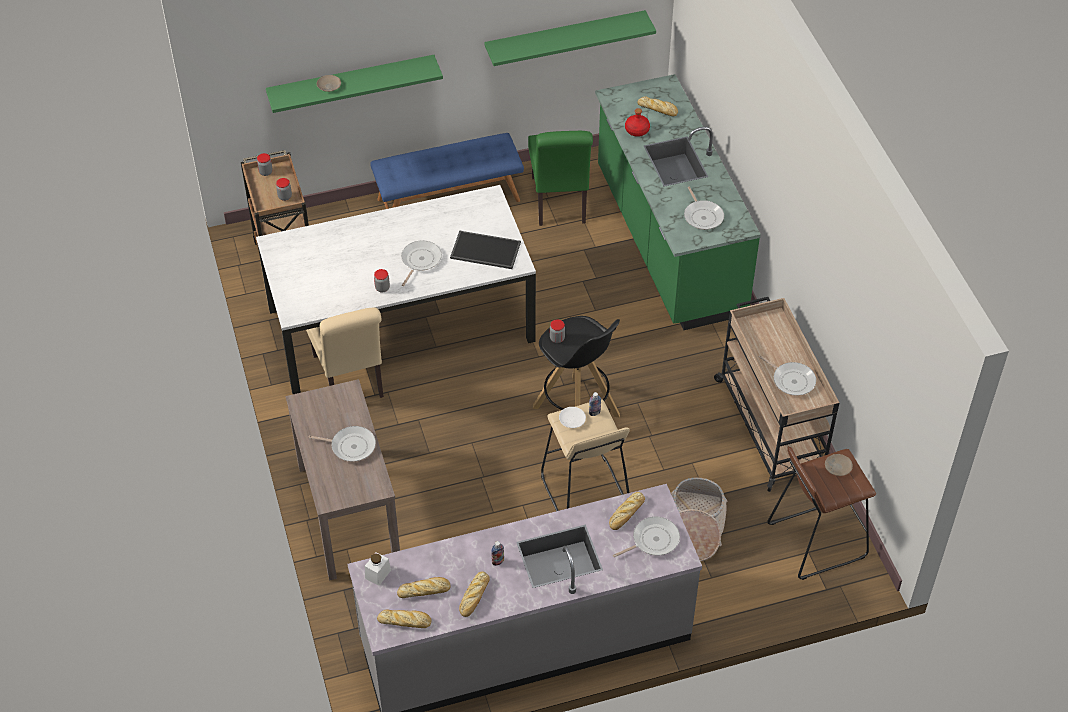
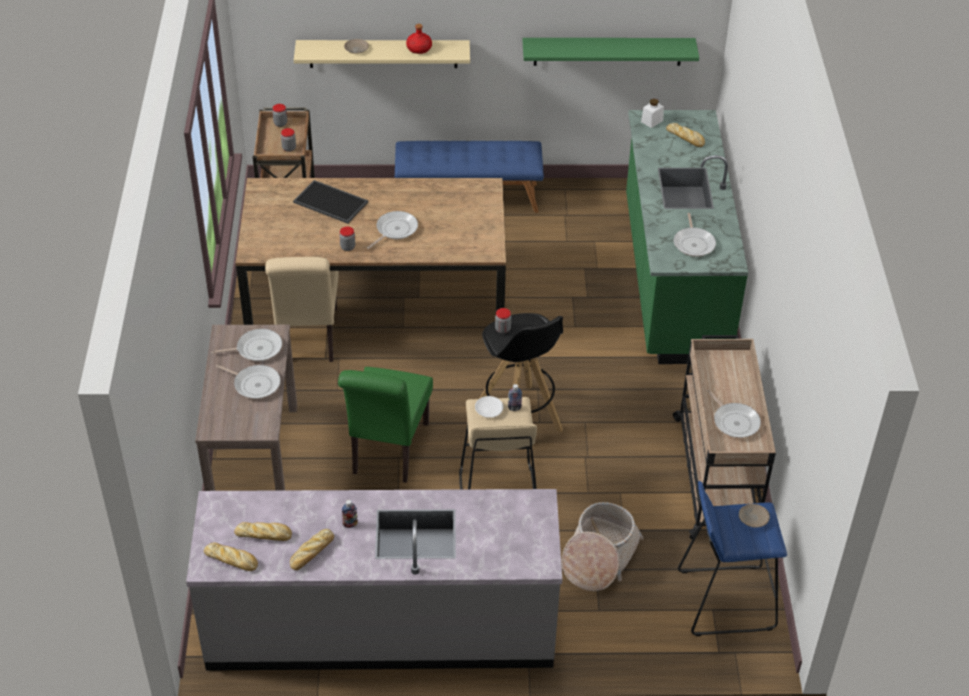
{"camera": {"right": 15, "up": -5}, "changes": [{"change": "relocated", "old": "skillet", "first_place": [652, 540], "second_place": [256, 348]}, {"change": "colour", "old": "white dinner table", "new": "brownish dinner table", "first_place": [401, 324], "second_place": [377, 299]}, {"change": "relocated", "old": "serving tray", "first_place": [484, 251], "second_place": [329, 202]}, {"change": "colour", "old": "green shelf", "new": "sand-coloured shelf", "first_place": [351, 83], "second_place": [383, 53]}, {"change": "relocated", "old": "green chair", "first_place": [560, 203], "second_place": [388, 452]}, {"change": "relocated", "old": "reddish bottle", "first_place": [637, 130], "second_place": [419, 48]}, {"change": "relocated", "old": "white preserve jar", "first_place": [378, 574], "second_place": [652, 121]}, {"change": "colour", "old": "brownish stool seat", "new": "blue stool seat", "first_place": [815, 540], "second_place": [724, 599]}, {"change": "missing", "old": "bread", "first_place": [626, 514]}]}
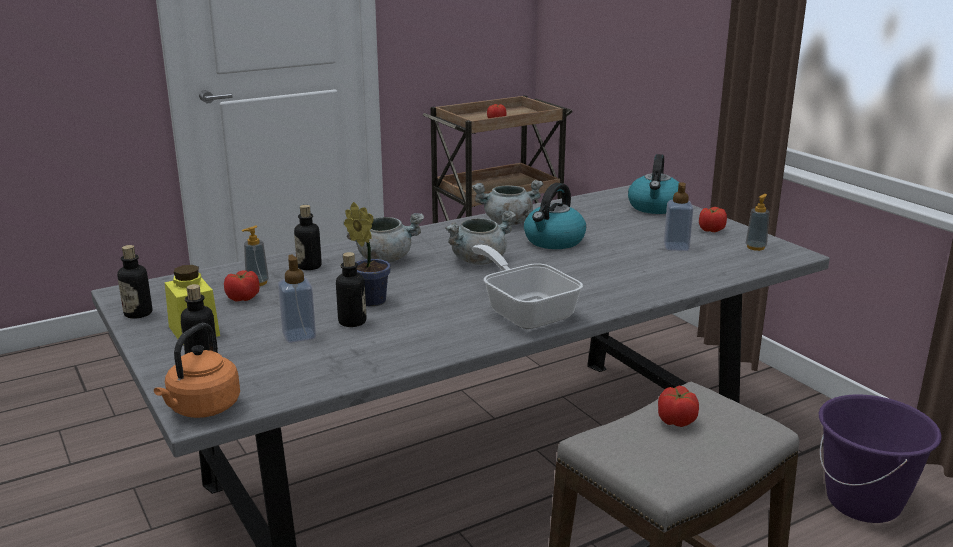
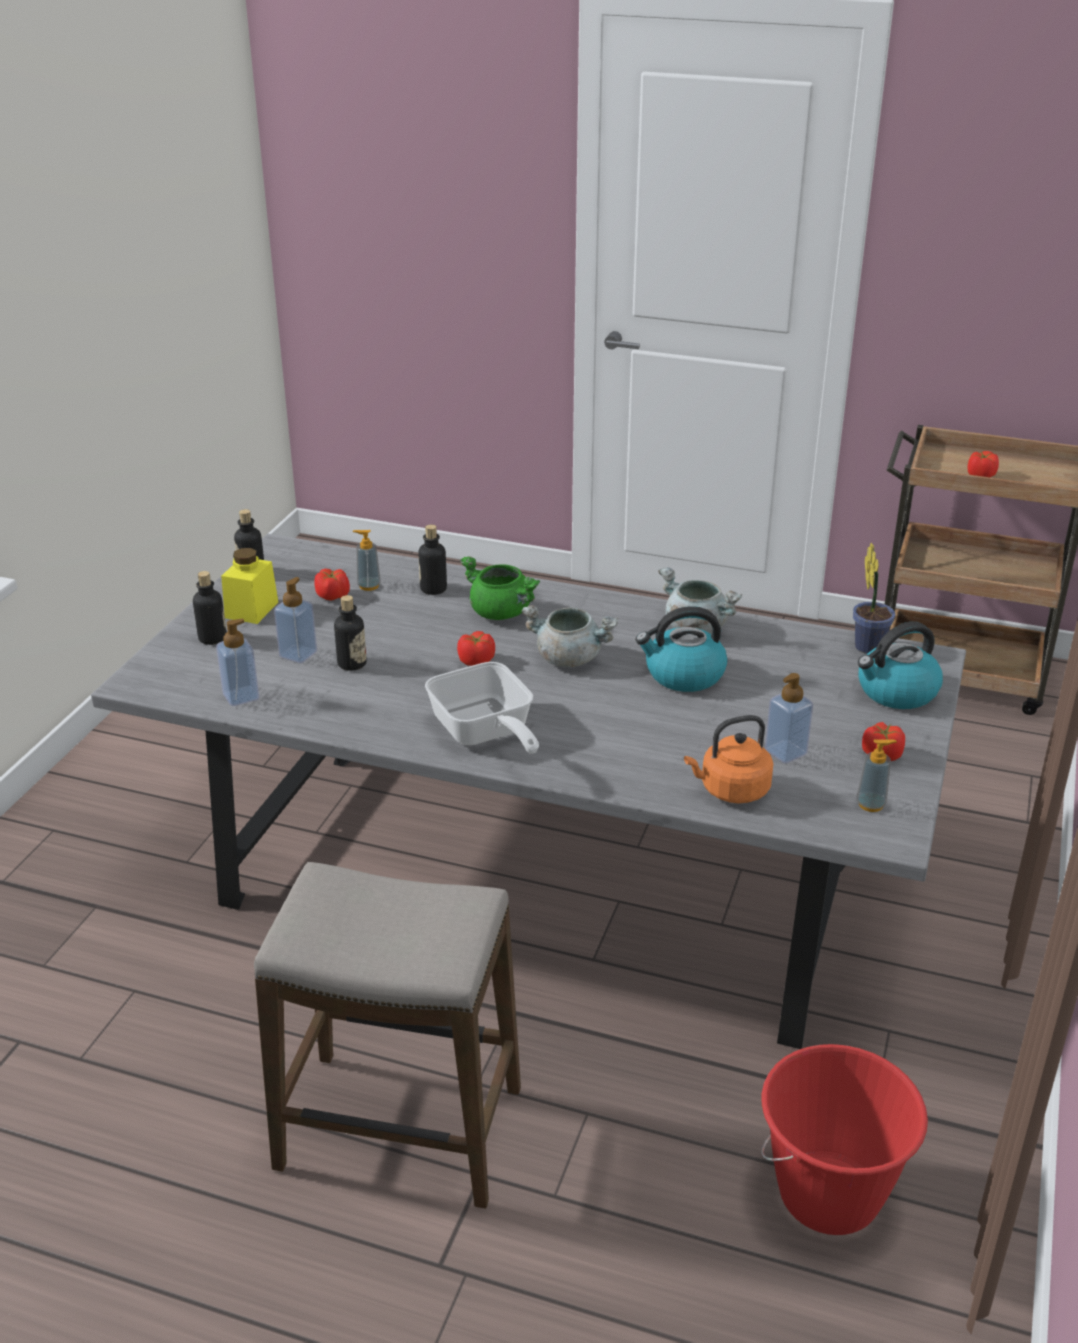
{"camera": {"right": 50, "up": 10}, "changes": [{"change": "appeared", "new": "soap dispenser", "second_place": [241, 696]}, {"change": "spun", "old": "skillet", "first_place": [525, 311], "second_place": [484, 734], "degrees": 135}, {"change": "relocated", "old": "fresh tomato", "first_place": [676, 420], "second_place": [476, 661]}, {"change": "colour", "old": "greyish cooking pot", "new": "green cooking pot", "first_place": [385, 259], "second_place": [501, 613]}, {"change": "relocated", "old": "orangey kettle", "first_place": [202, 409], "second_place": [731, 790]}, {"change": "colour", "old": "purplish water bucket", "new": "reddish water bucket", "first_place": [864, 502], "second_place": [829, 1195]}, {"change": "relocated", "old": "potted plant", "first_place": [370, 300], "second_place": [868, 645]}]}
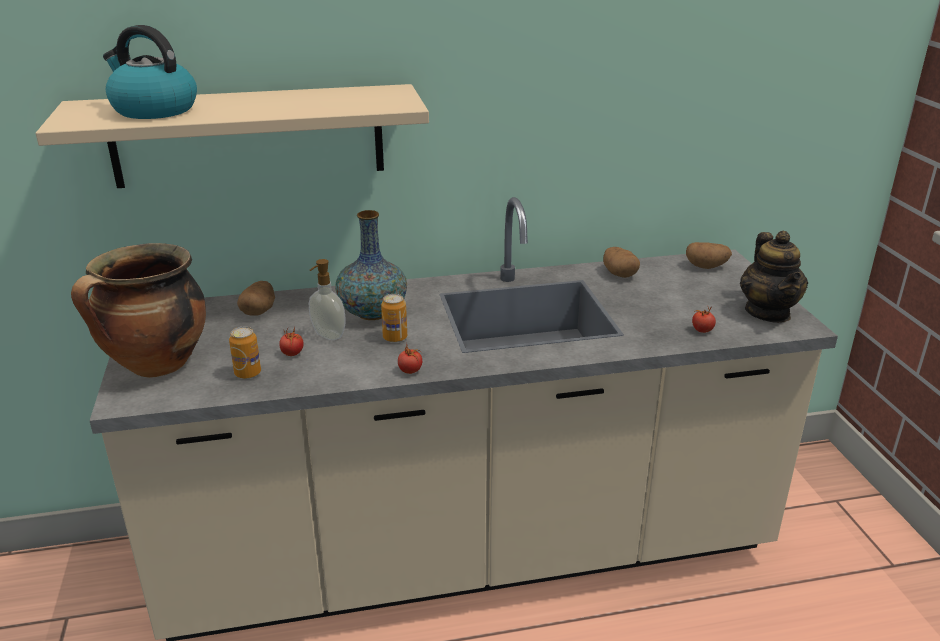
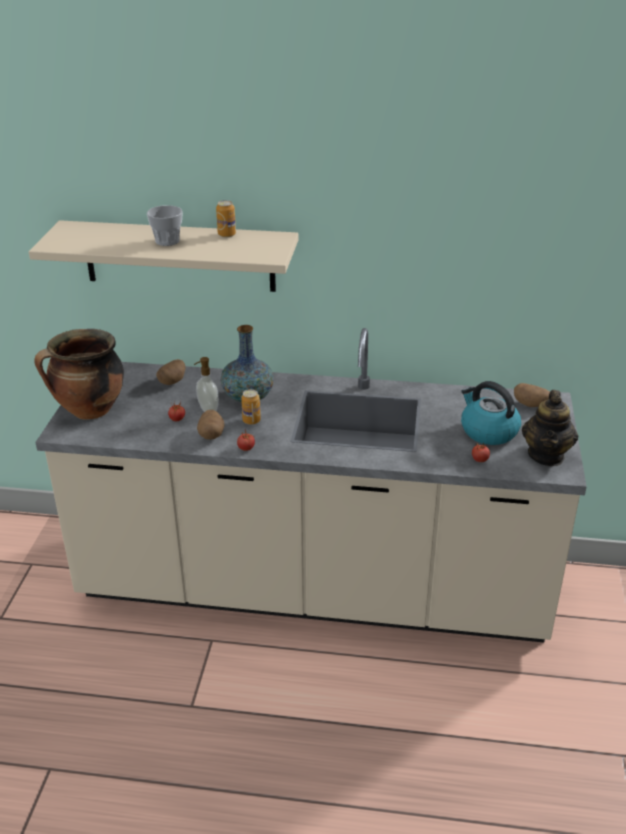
{"camera": {"right": 20, "up": 5}, "changes": [{"change": "appeared", "new": "small cup", "second_place": [167, 241]}, {"change": "relocated", "old": "spud", "first_place": [619, 274], "second_place": [211, 434]}, {"change": "relocated", "old": "sealed can", "first_place": [248, 373], "second_place": [226, 234]}, {"change": "relocated", "old": "kettle", "first_place": [153, 110], "second_place": [488, 431]}]}
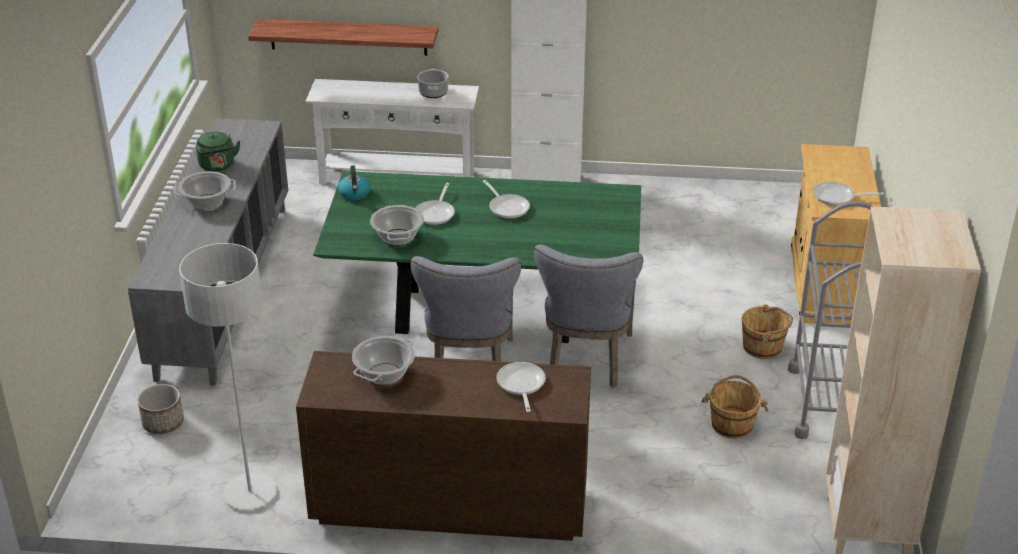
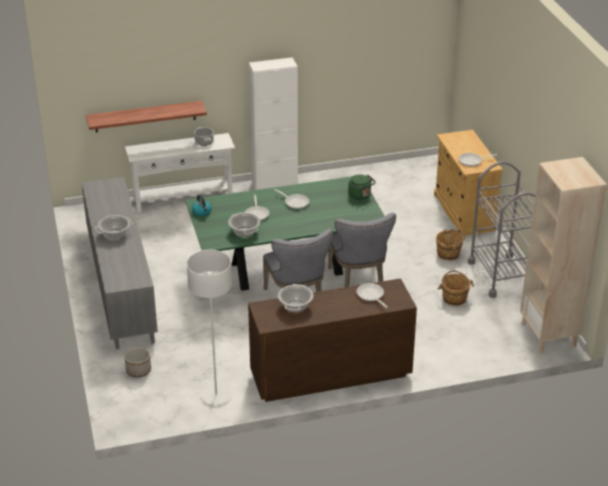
{"camera": {"right": -20, "up": 0}, "changes": [{"change": "relocated", "old": "green kettle", "first_place": [218, 166], "second_place": [360, 195]}]}
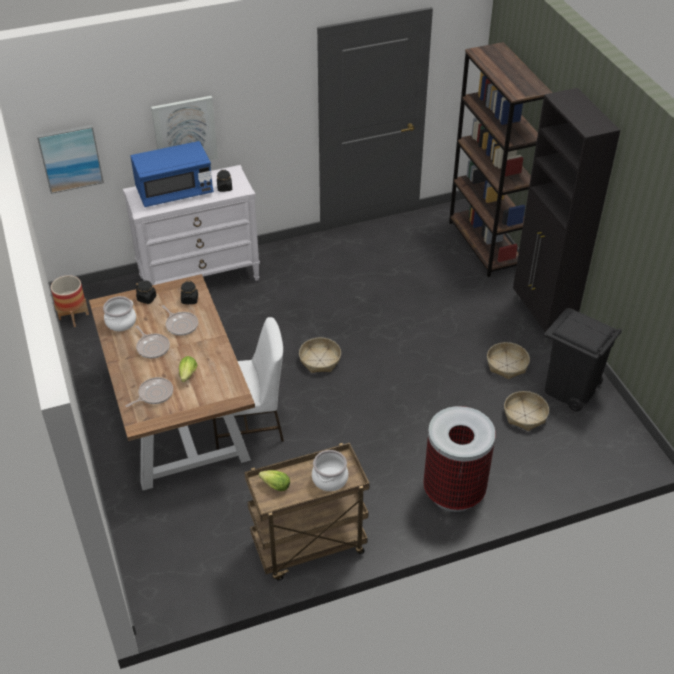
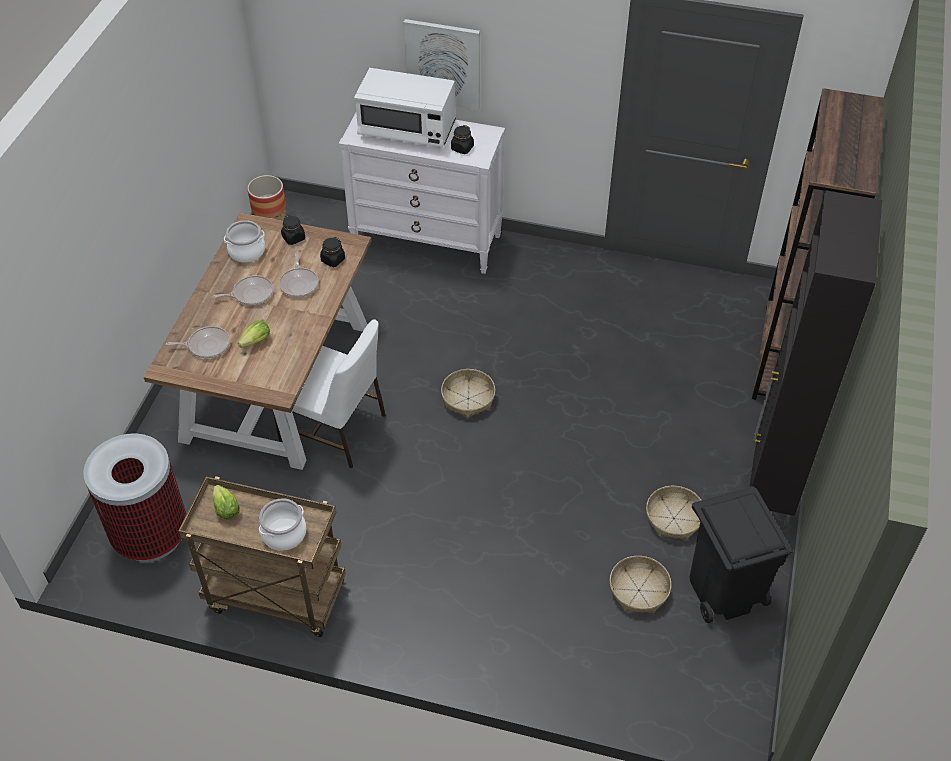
{"camera": {"right": 35, "up": 5}, "changes": [{"change": "relocated", "old": "rubbish bin", "first_place": [453, 491], "second_place": [150, 535]}, {"change": "spun", "old": "skillet", "first_place": [152, 347], "second_place": [251, 294], "degrees": -105}, {"change": "colour", "old": "blue microwave oven", "new": "white microwave oven", "first_place": [175, 192], "second_place": [407, 130]}, {"change": "missing", "old": "picture", "first_place": [70, 158]}]}
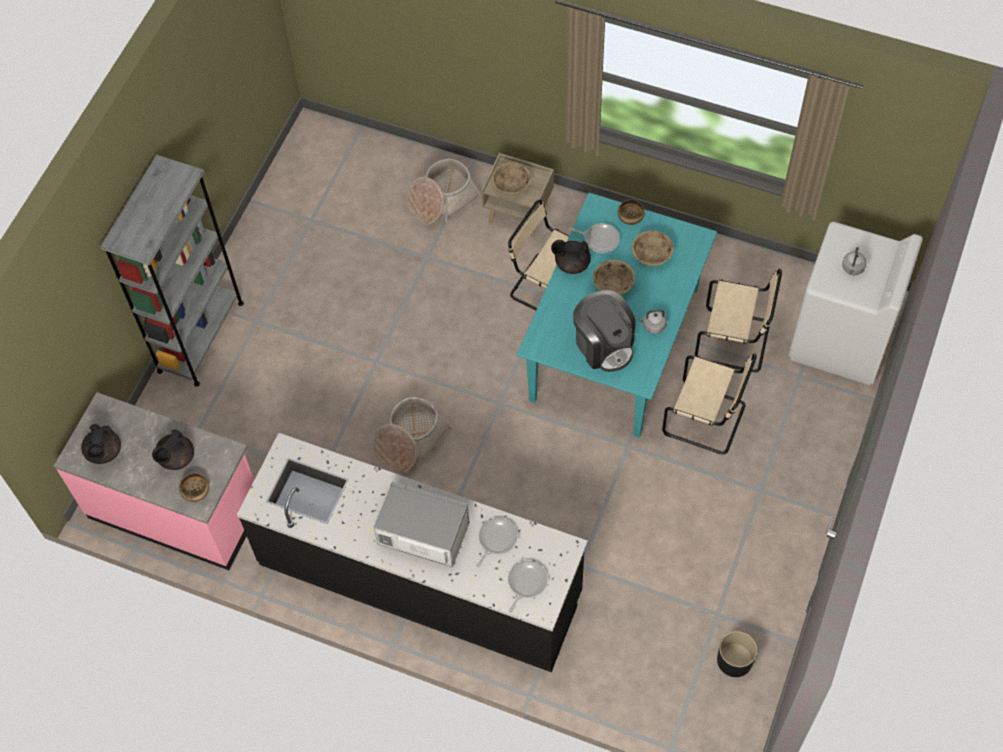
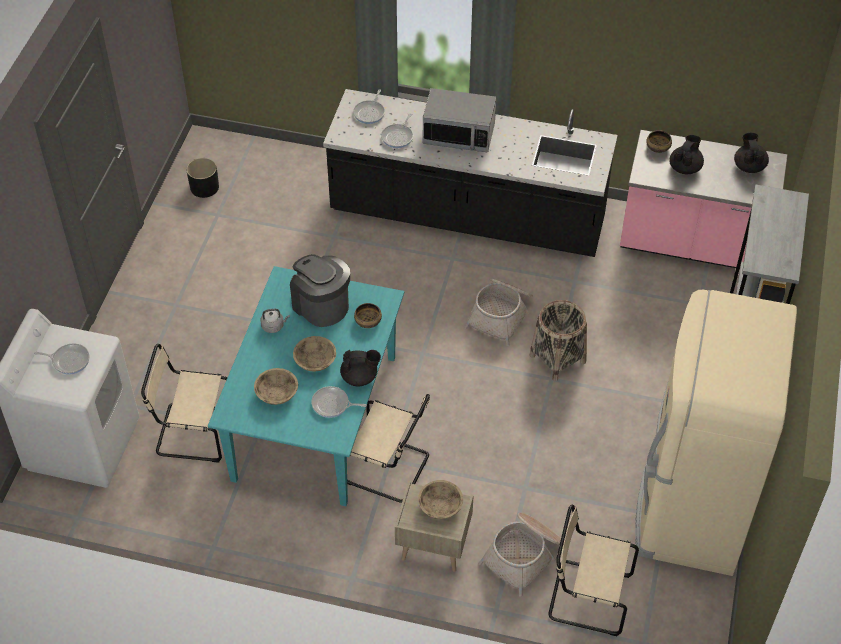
{"camera": {"right": 170, "up": -10}, "changes": [{"change": "exchanged", "old": "greyish kettle", "new": "skillet", "first_place": [852, 269], "second_place": [69, 360]}, {"change": "relocated", "old": "deep dish", "first_place": [630, 216], "second_place": [368, 321]}, {"change": "appeared", "new": "basket", "second_place": [557, 358]}, {"change": "relocated", "old": "sand-coloured chair", "first_place": [707, 419], "second_place": [586, 596]}, {"change": "appeared", "new": "sand-coloured refrigerator", "second_place": [690, 507]}]}
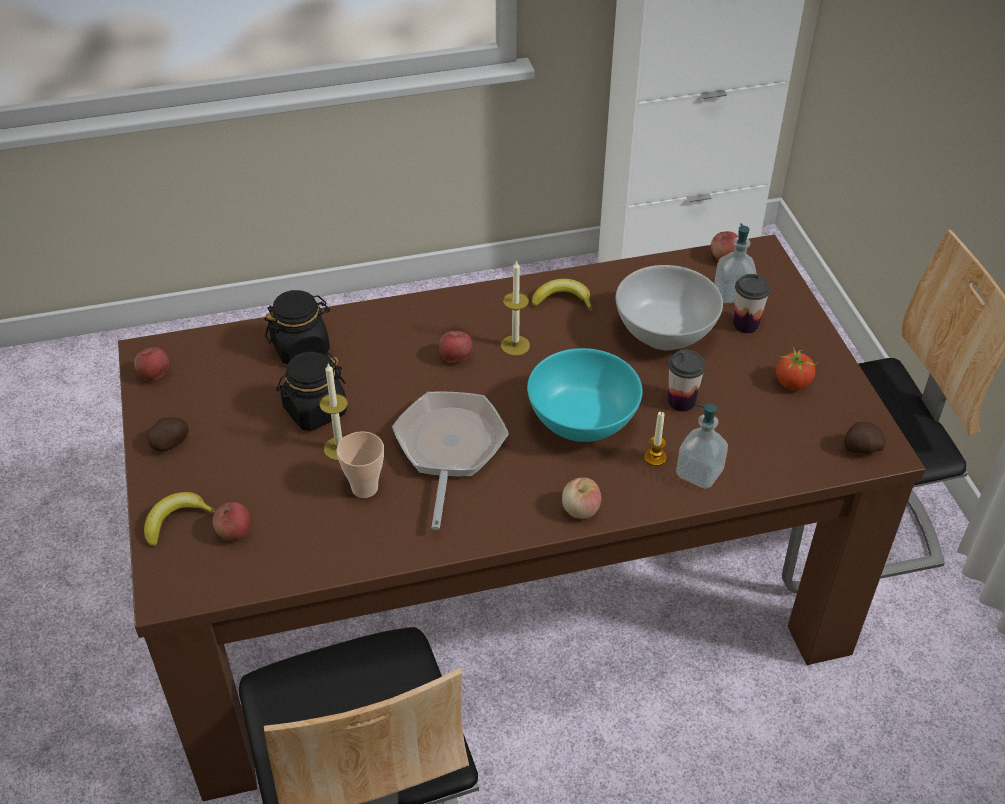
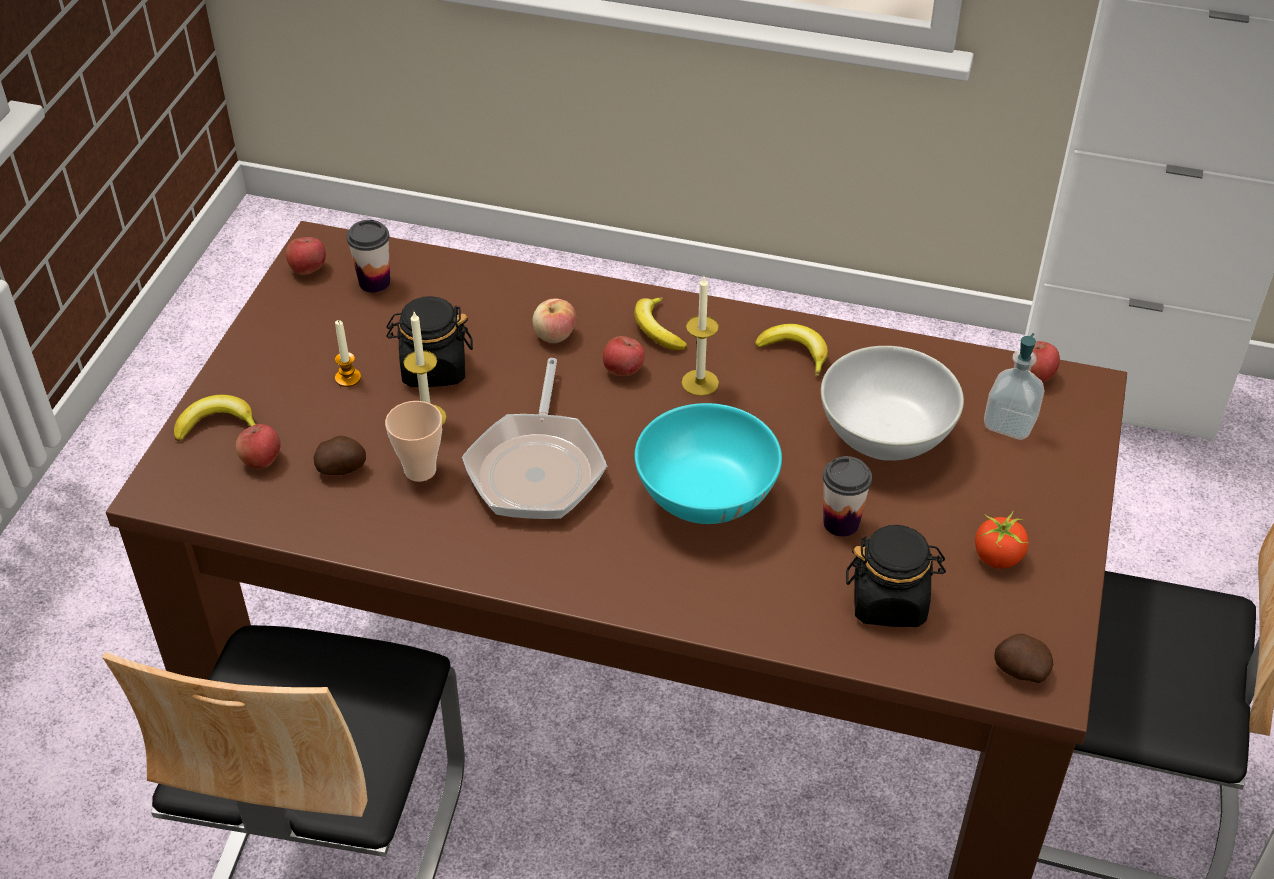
{"camera": {"right": 30, "up": 0}, "changes": [{"change": "relocated", "old": "spud", "first_place": [171, 443], "second_place": [342, 468]}, {"change": "relocated", "old": "candle", "first_place": [655, 457], "second_place": [348, 378]}, {"change": "relocated", "old": "small cup", "first_place": [745, 324], "second_place": [374, 282]}, {"change": "spun", "old": "skillet", "first_place": [449, 450], "second_place": [537, 467], "degrees": 150}, {"change": "relocated", "old": "apple fruit", "first_place": [580, 510], "second_place": [554, 335]}, {"change": "appeared", "new": "whole banana", "second_place": [657, 329]}, {"change": "relocated", "old": "black preserve jar", "first_place": [301, 347], "second_place": [890, 601]}, {"change": "missing", "old": "soap dispenser", "first_place": [699, 473]}]}
